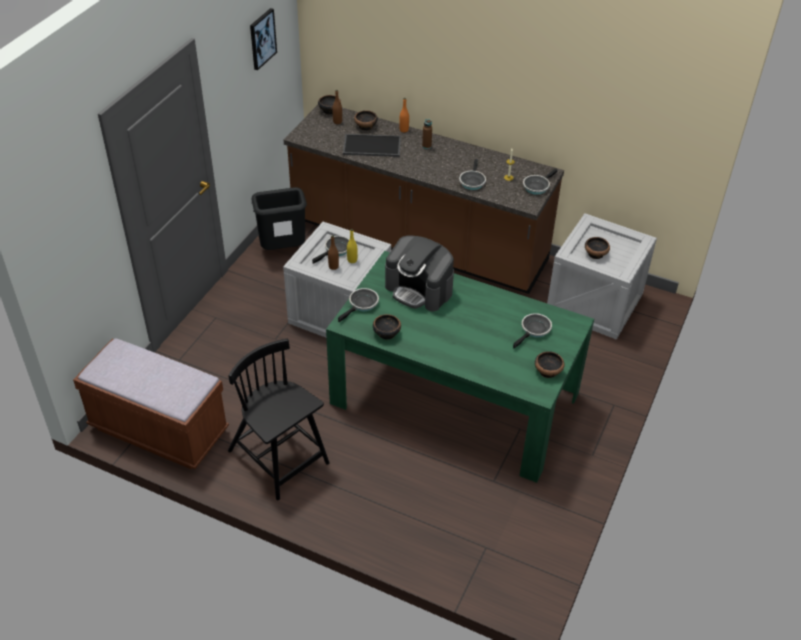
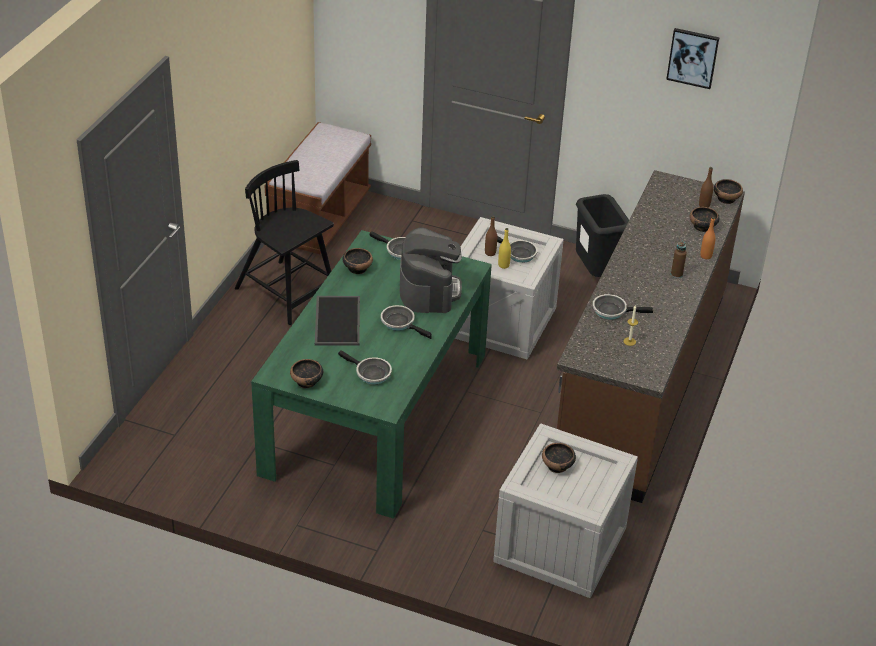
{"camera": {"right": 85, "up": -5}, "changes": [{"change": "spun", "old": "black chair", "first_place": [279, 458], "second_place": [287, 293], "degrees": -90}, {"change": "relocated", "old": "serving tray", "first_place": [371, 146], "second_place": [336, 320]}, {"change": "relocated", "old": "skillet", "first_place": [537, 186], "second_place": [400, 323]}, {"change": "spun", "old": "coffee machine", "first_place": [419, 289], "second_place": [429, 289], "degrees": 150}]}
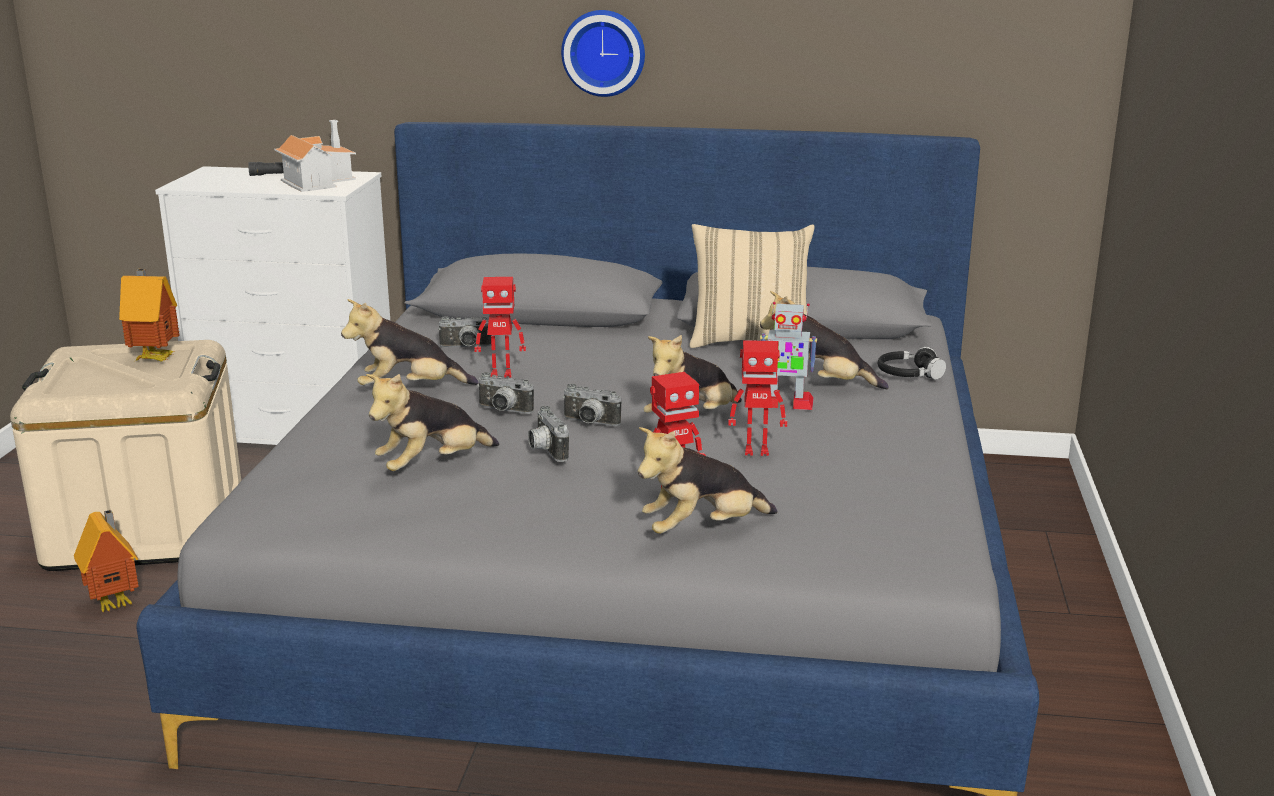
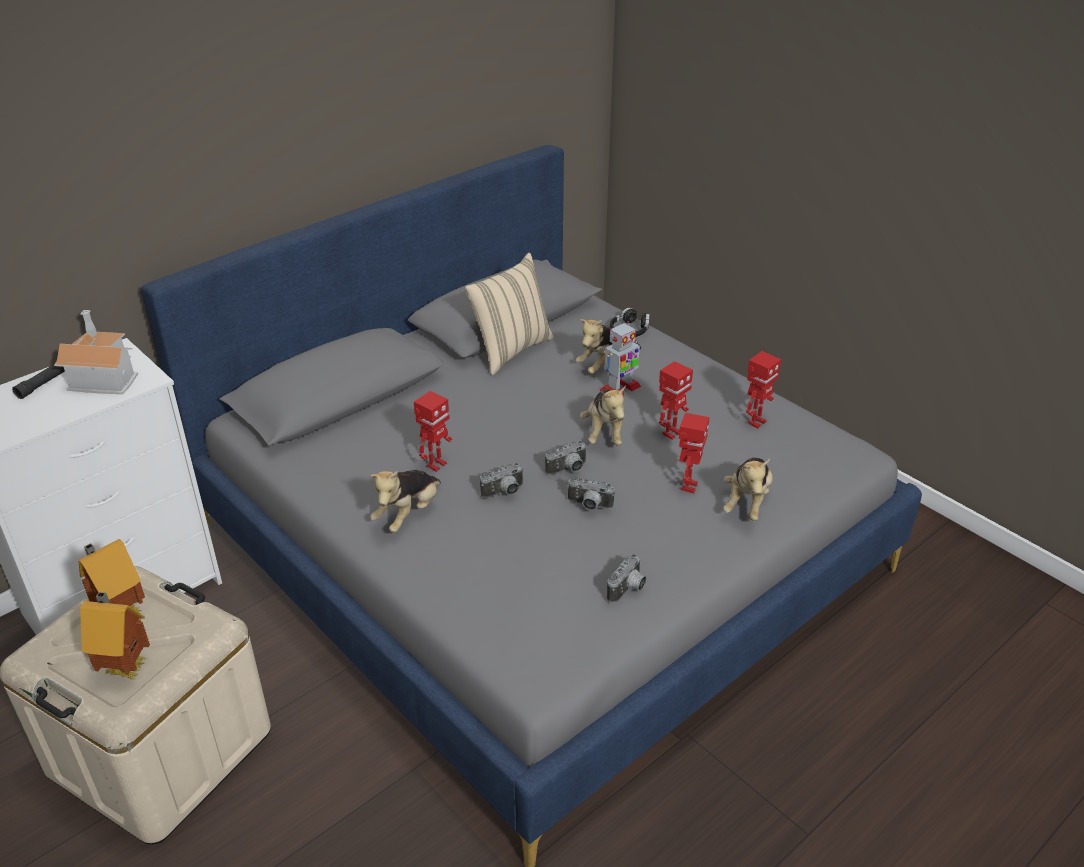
{"camera": {"right": -50, "up": 15}, "changes": [{"change": "relocated", "old": "model house", "first_place": [116, 603], "second_place": [127, 667]}, {"change": "relocated", "old": "still camera", "first_place": [465, 347], "second_place": [628, 590]}, {"change": "appeared", "new": "model robot", "second_place": [756, 422]}, {"change": "missing", "old": "cuddly toy", "first_place": [432, 466]}, {"change": "missing", "old": "wall clock", "first_place": [604, 52]}]}
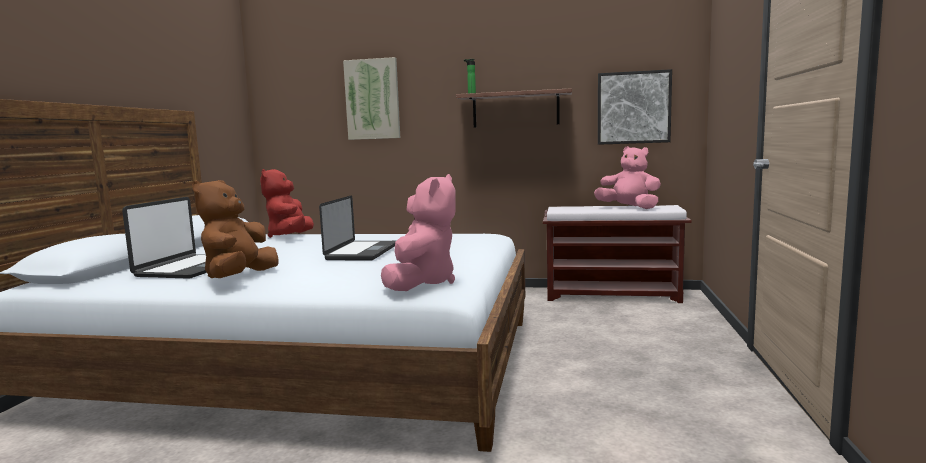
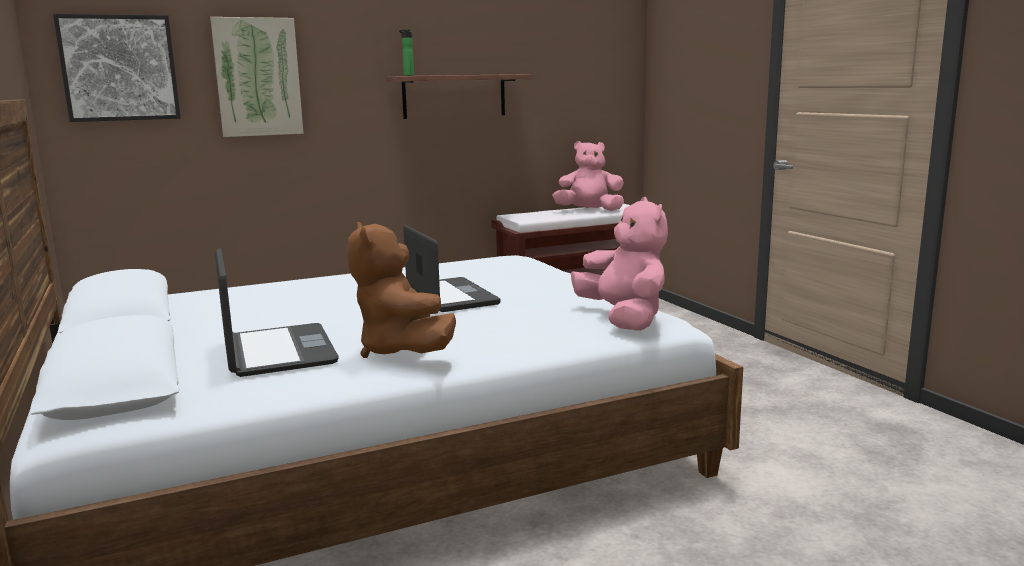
{"camera": {"right": -35, "up": 5}, "changes": [{"change": "relocated", "old": "picture", "first_place": [633, 107], "second_place": [119, 68]}, {"change": "missing", "old": "reddish cuddly toy", "first_place": [290, 236]}]}
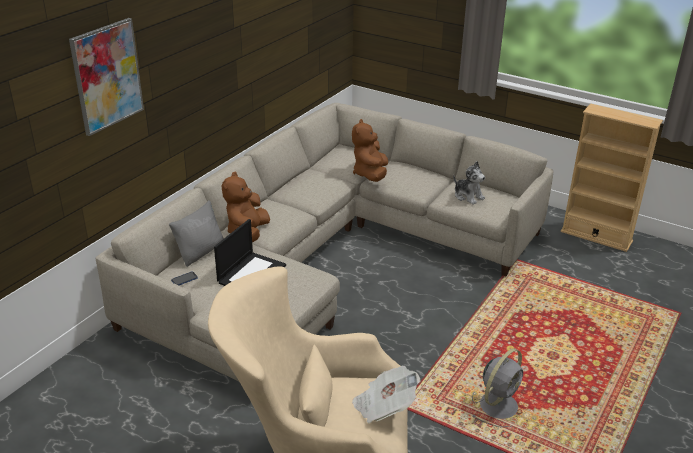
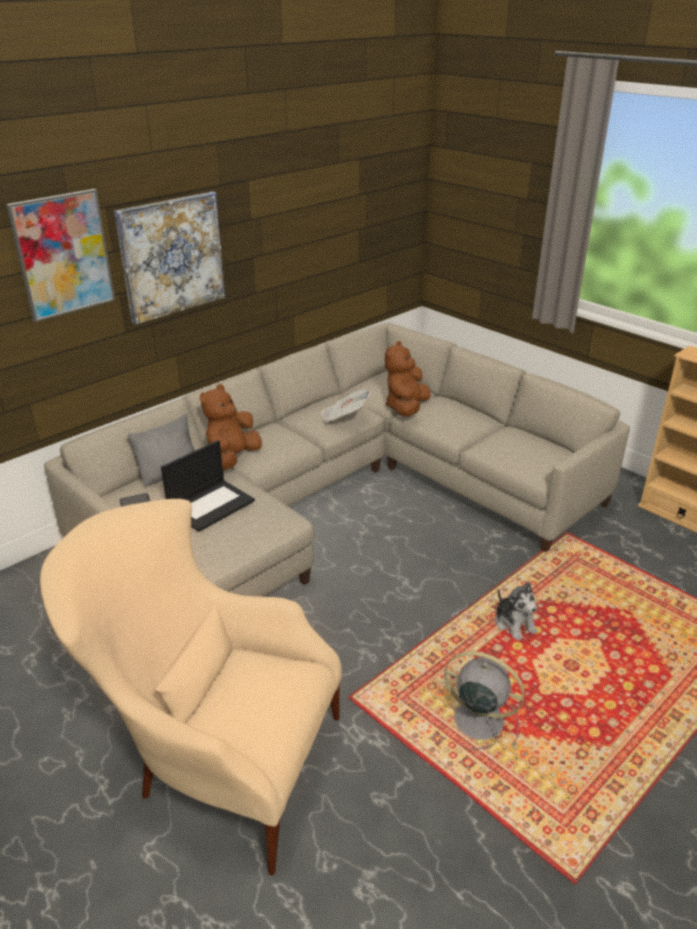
{"camera": {"right": 15, "up": 0}, "changes": [{"change": "appeared", "new": "picture", "second_place": [172, 256]}, {"change": "relocated", "old": "newspaper", "first_place": [384, 406], "second_place": [344, 417]}, {"change": "spun", "old": "greyish electric fan", "first_place": [499, 404], "second_place": [476, 719], "degrees": -120}, {"change": "relocated", "old": "cuddly toy", "first_place": [468, 196], "second_place": [514, 624]}]}
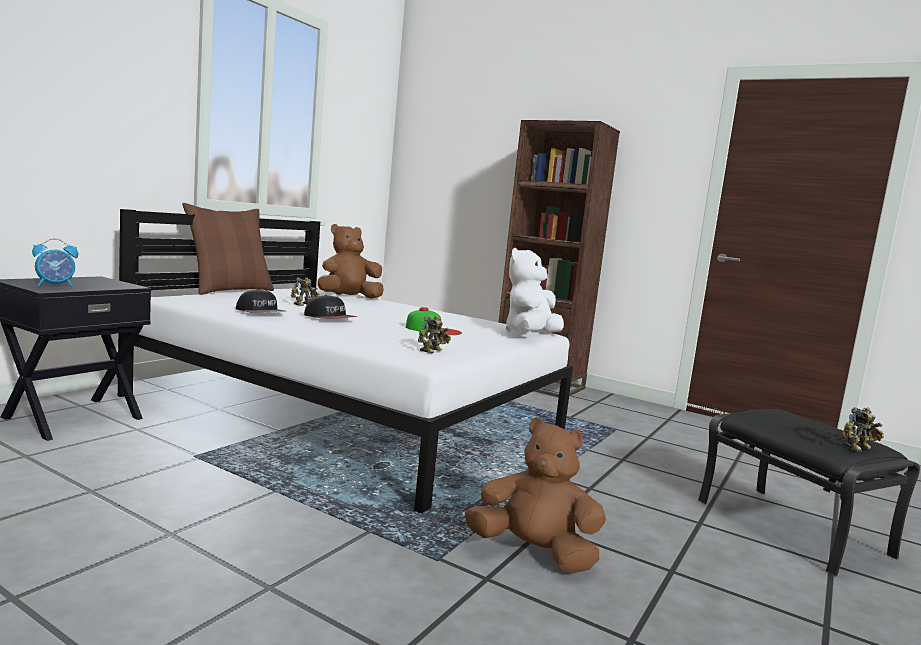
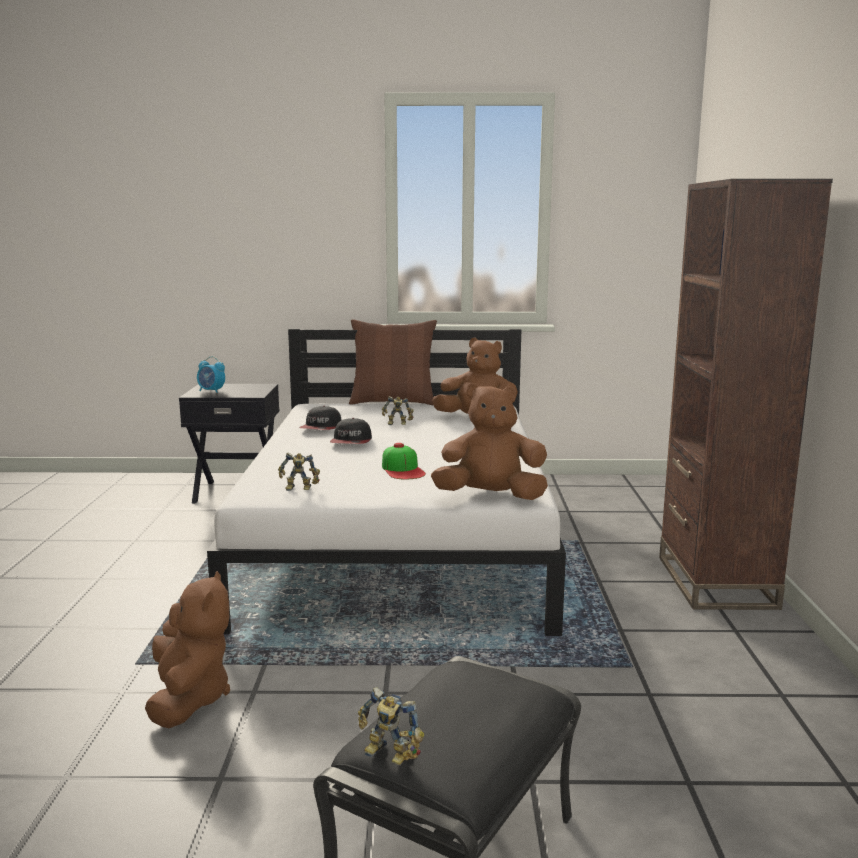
{"camera": {"right": 60, "up": 5}, "changes": [{"change": "colour", "old": "white cuddly toy", "new": "brownish cuddly toy", "first_place": [530, 335], "second_place": [490, 497]}]}
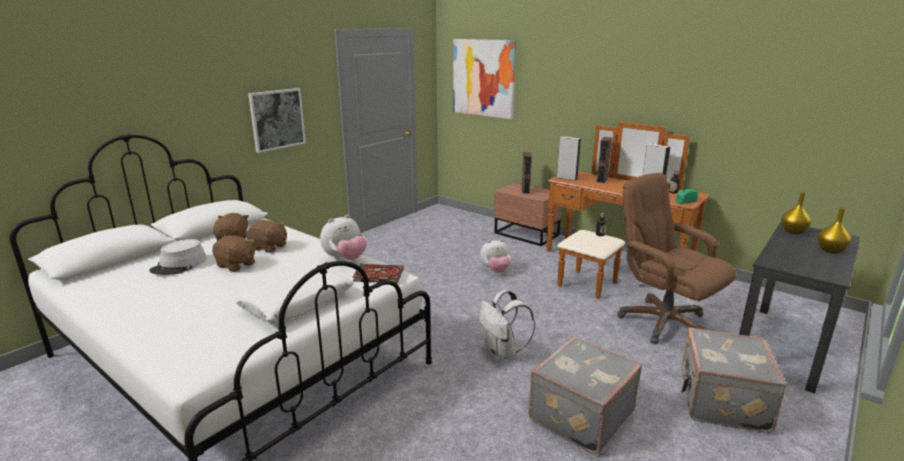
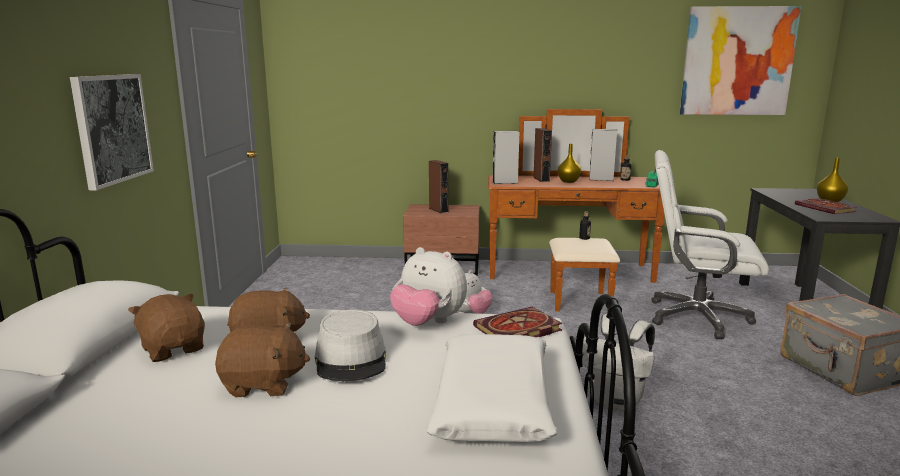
{"camera": {"right": -35, "up": -5}, "changes": [{"change": "relocated", "old": "greyish wearable hat", "first_place": [179, 265], "second_place": [351, 359]}, {"change": "spun", "old": "cuddly toy", "first_place": [345, 259], "second_place": [428, 323], "degrees": 105}, {"change": "relocated", "old": "yellow-coloured flower vase", "first_place": [792, 231], "second_place": [568, 181]}, {"change": "colour", "old": "brownish office chair", "new": "white office chair", "first_place": [663, 322], "second_place": [696, 317]}, {"change": "relocated", "old": "picture", "first_place": [483, 78], "second_place": [737, 61]}, {"change": "appeared", "new": "book", "second_place": [826, 208]}, {"change": "missing", "old": "greyish suitcase", "first_place": [579, 415]}]}
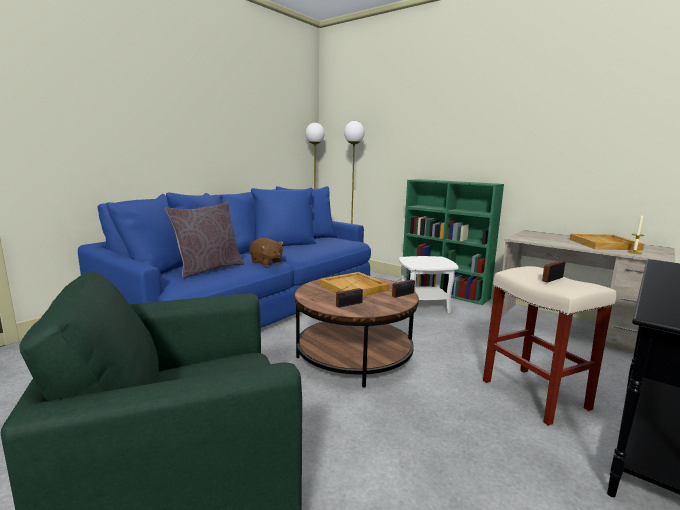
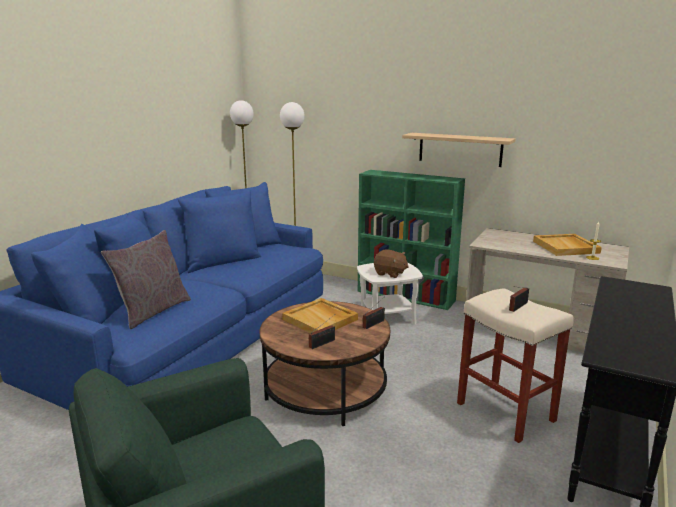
{"camera": {"right": -10, "up": 5}, "changes": [{"change": "relocated", "old": "brownish cuddly toy", "first_place": [266, 262], "second_place": [390, 273]}, {"change": "appeared", "new": "shelf", "second_place": [460, 149]}]}
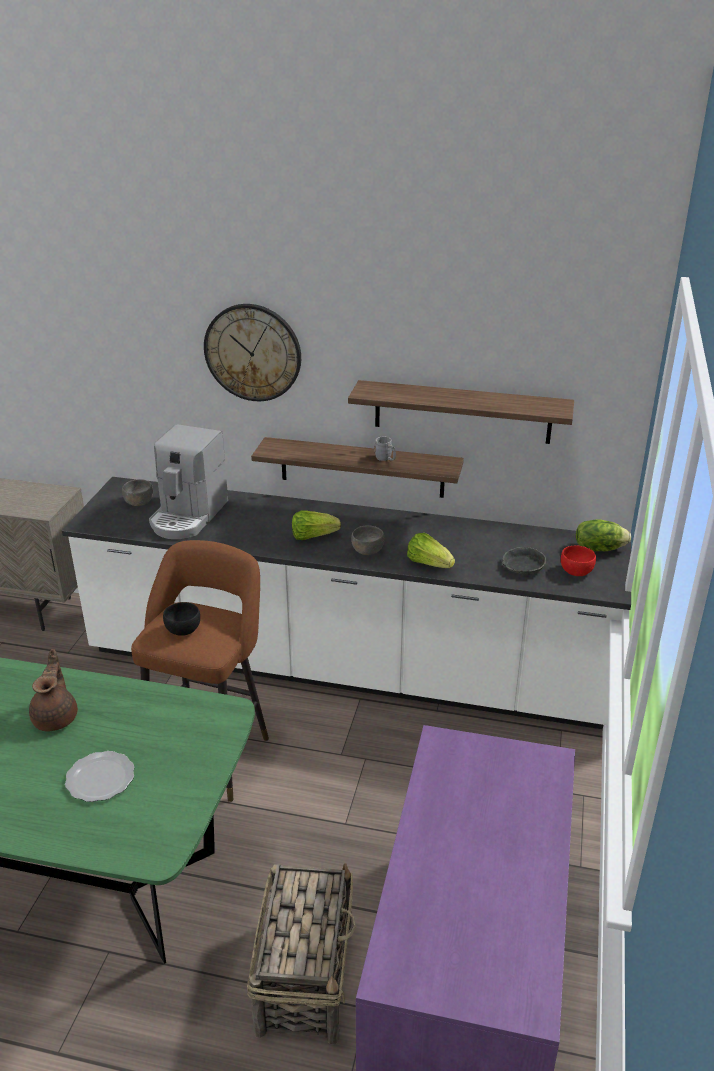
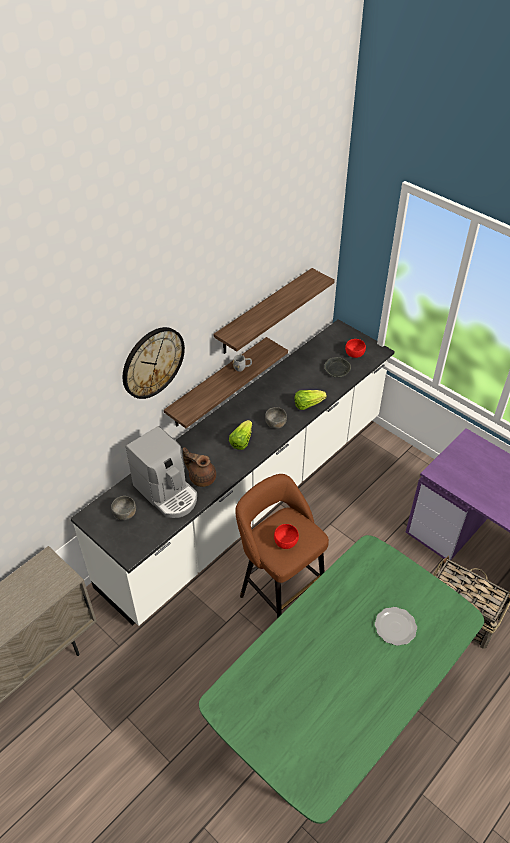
{"camera": {"right": -60, "up": 15}, "changes": [{"change": "relocated", "old": "brownish teapot", "first_place": [56, 717], "second_place": [201, 477]}, {"change": "colour", "old": "black deep dish", "new": "reddish deep dish", "first_place": [182, 629], "second_place": [285, 542]}, {"change": "missing", "old": "lettuce head", "first_place": [599, 548]}]}
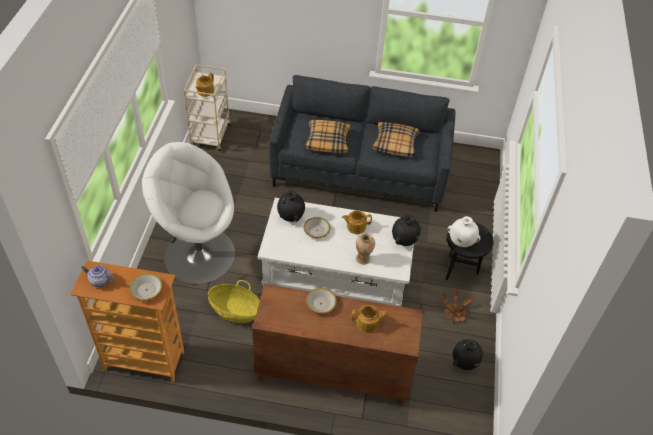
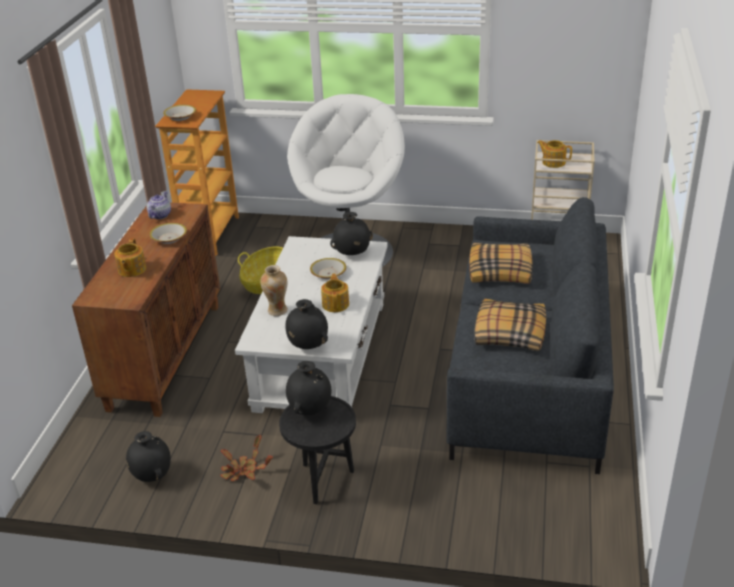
{"camera": {"right": 95, "up": -15}, "changes": [{"change": "relocated", "old": "teapot", "first_place": [99, 281], "second_place": [160, 215]}, {"change": "colour", "old": "white flower vase", "new": "black flower vase", "first_place": [461, 242], "second_place": [310, 409]}]}
